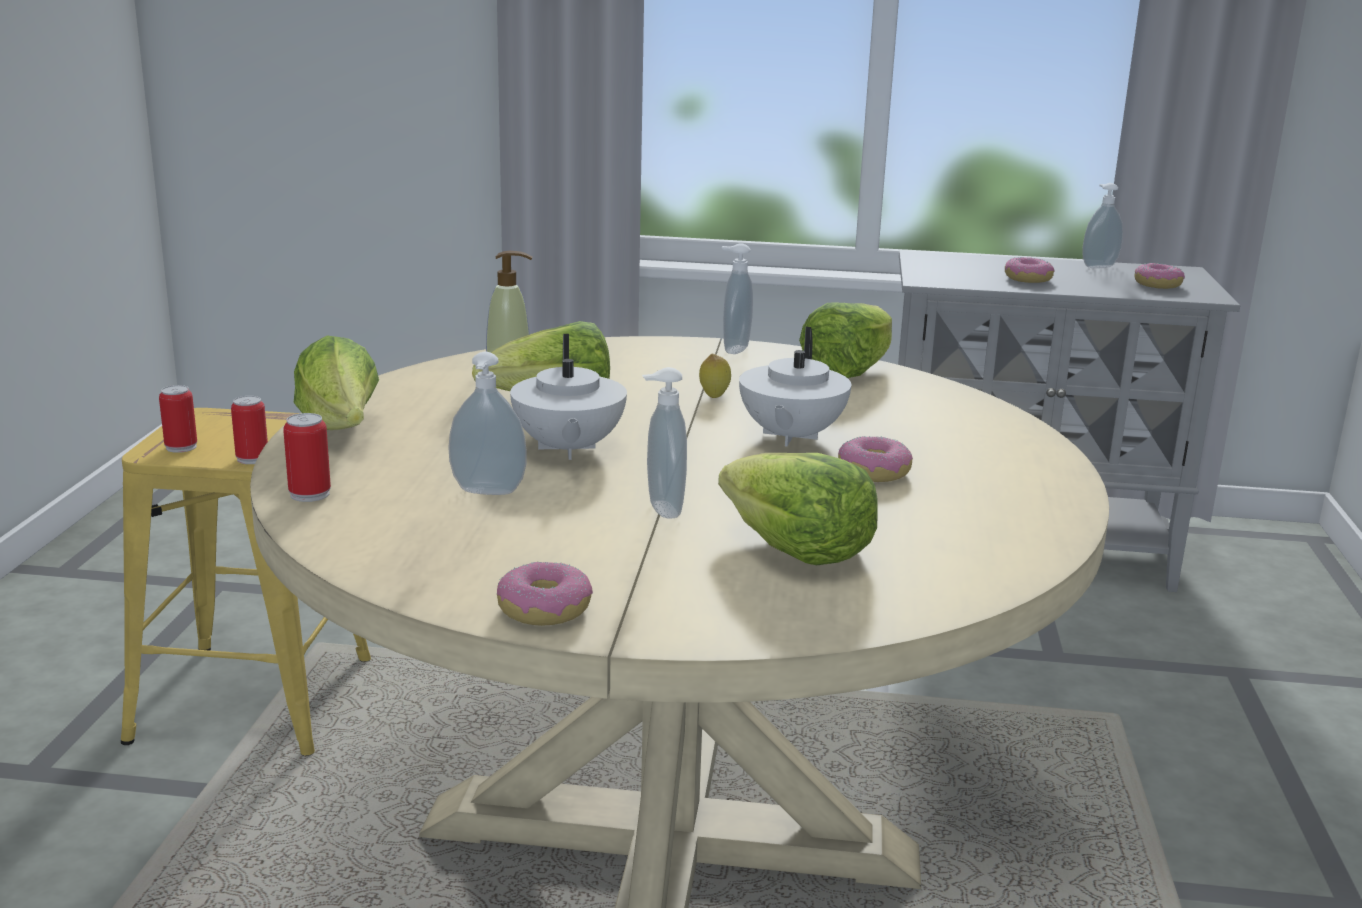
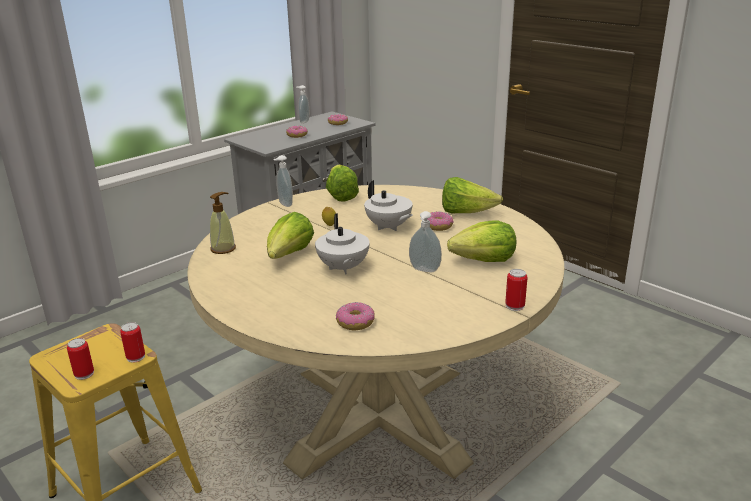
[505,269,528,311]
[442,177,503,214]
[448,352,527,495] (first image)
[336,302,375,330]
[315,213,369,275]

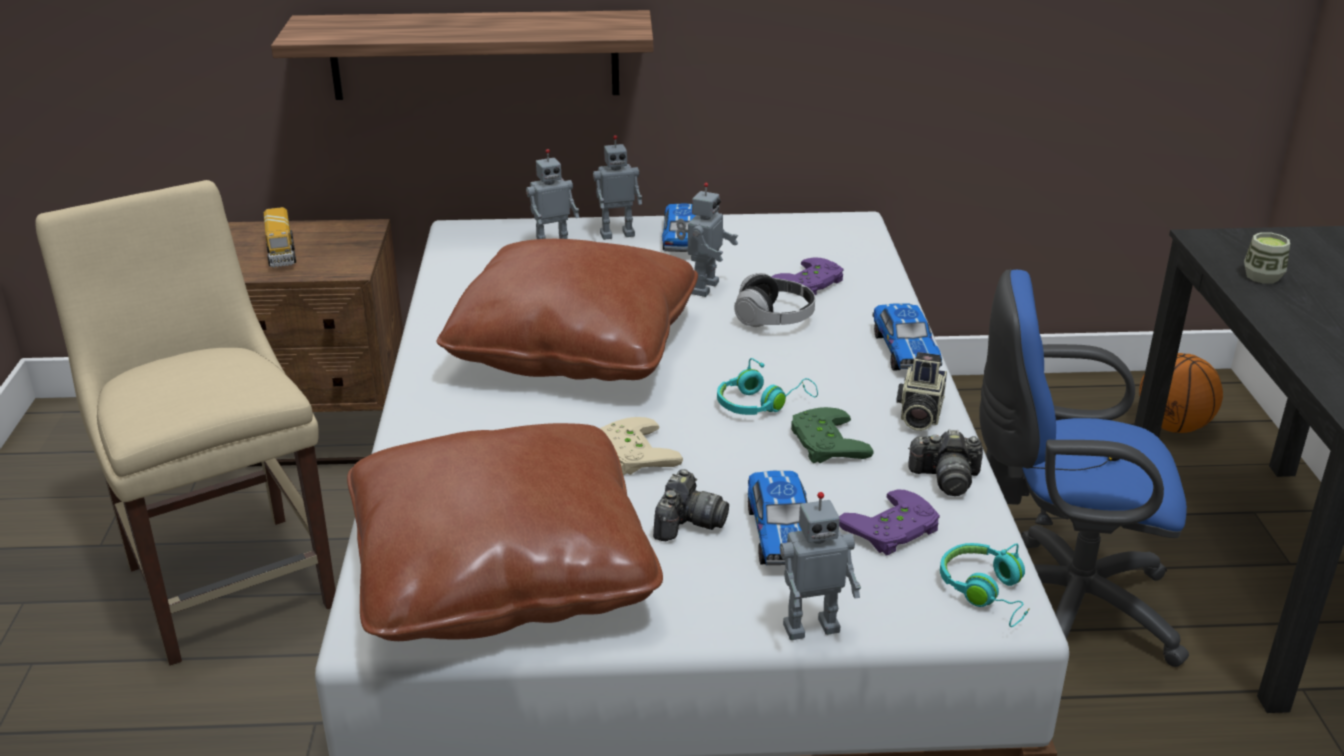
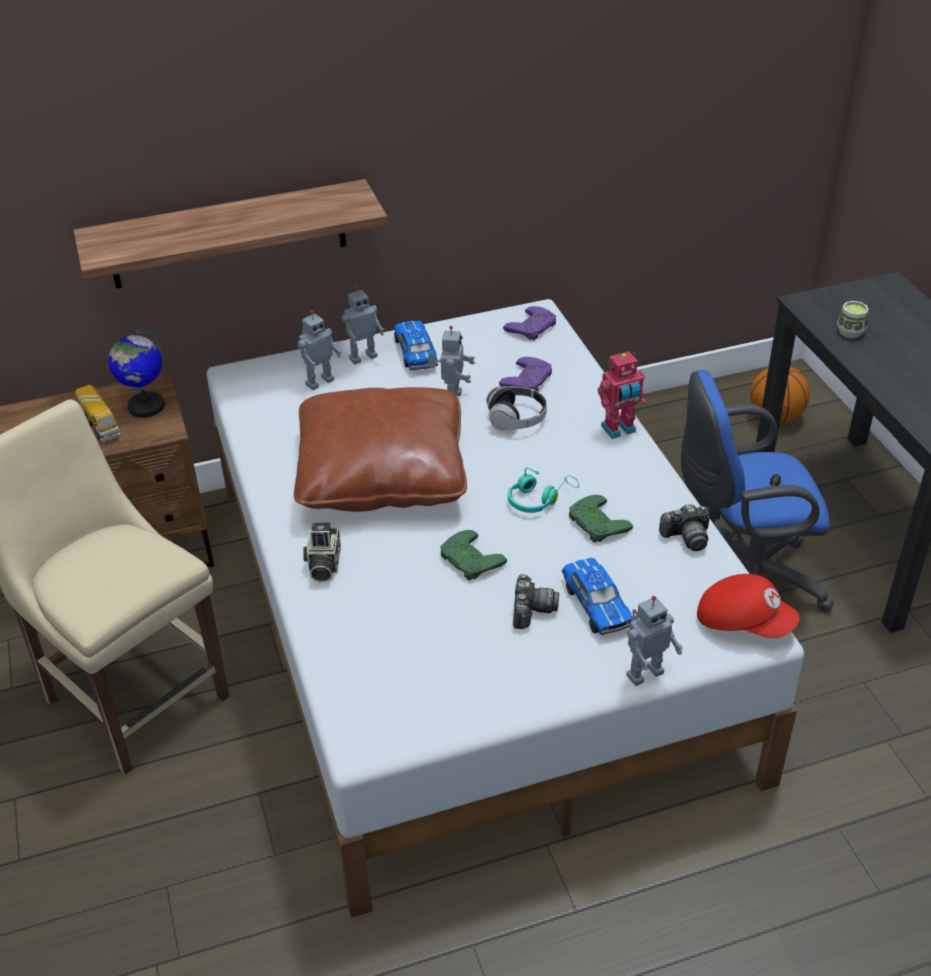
[347,423,663,641] (first image)
[440,530,507,581]
[503,306,556,341]
[598,352,646,439]
[304,522,341,583]
[697,574,800,638]
[108,328,165,418]

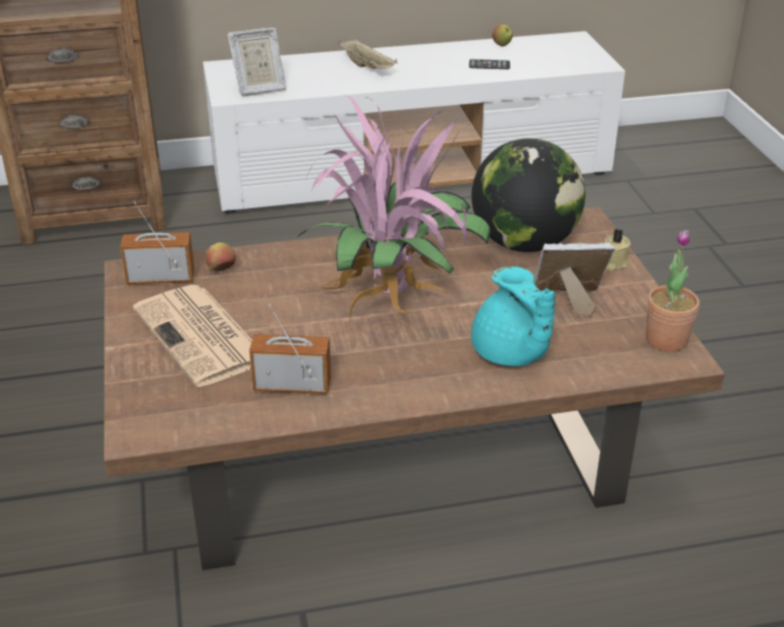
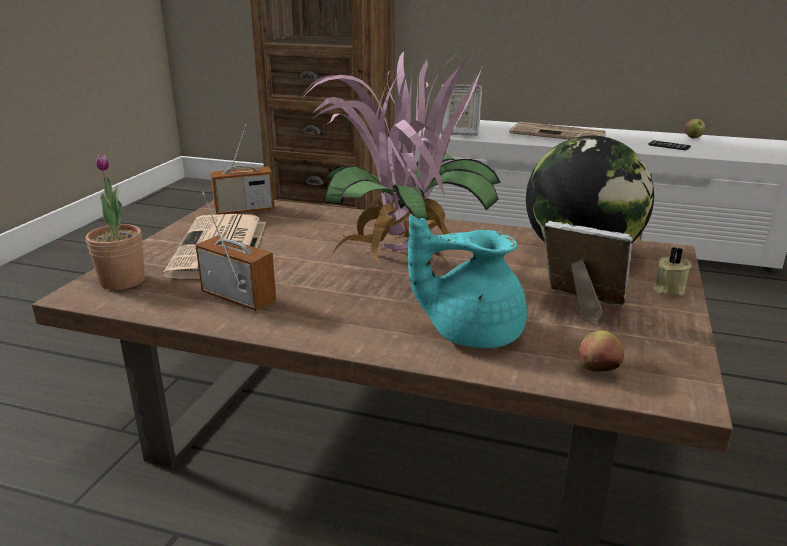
[210,123,275,215]
[578,330,624,372]
[509,122,606,140]
[408,215,527,348]
[86,154,145,290]

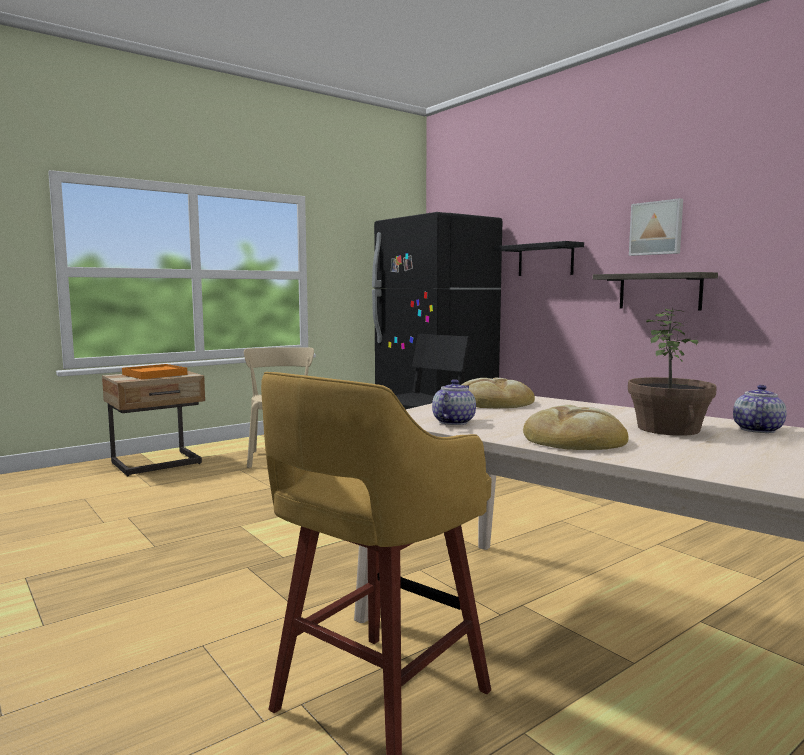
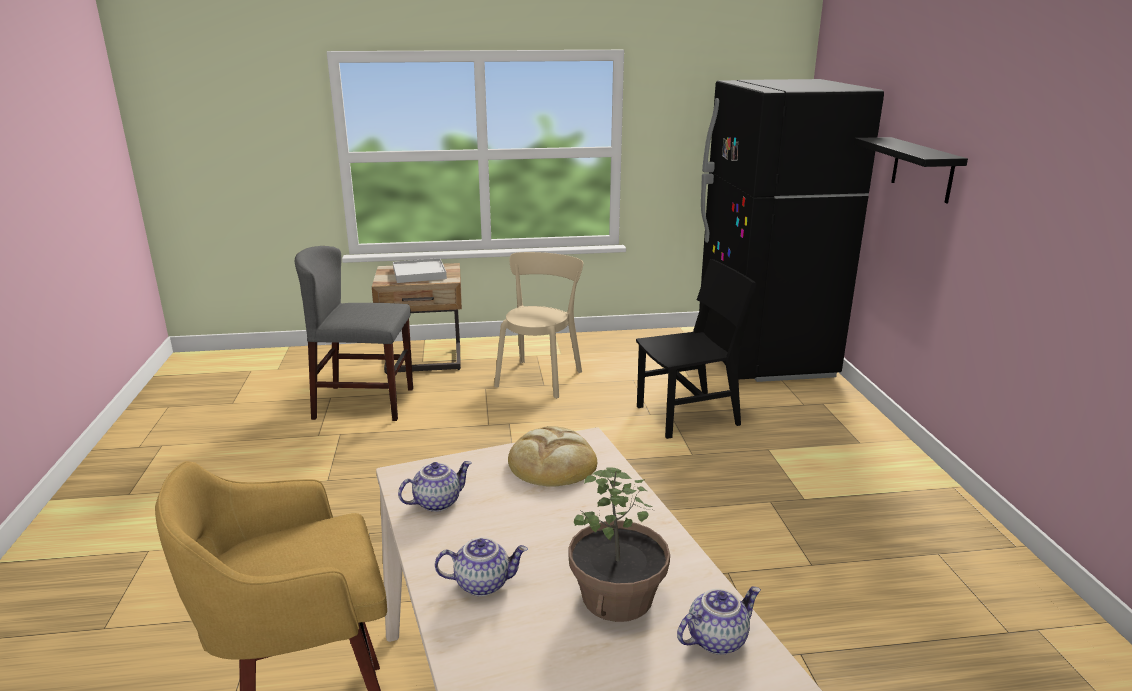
[393,258,447,283]
[435,538,528,596]
[592,272,718,311] (first image)
[629,198,683,256] (first image)
[295,246,413,421]

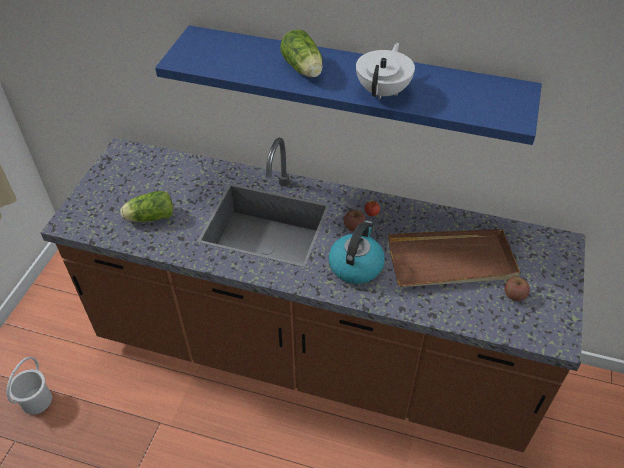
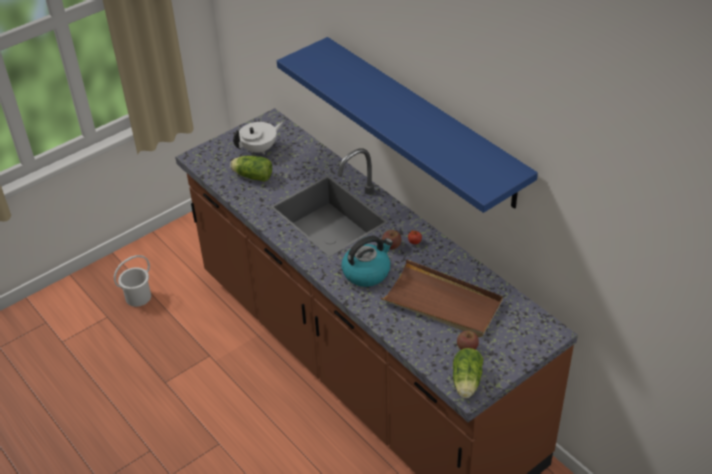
[453,348,484,398]
[233,122,283,154]

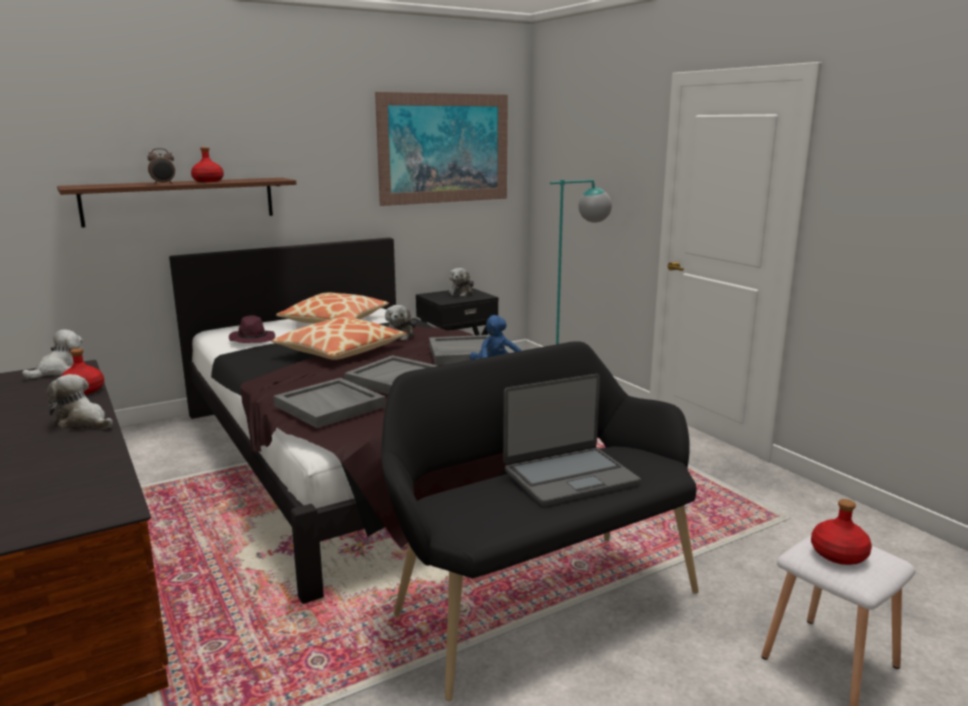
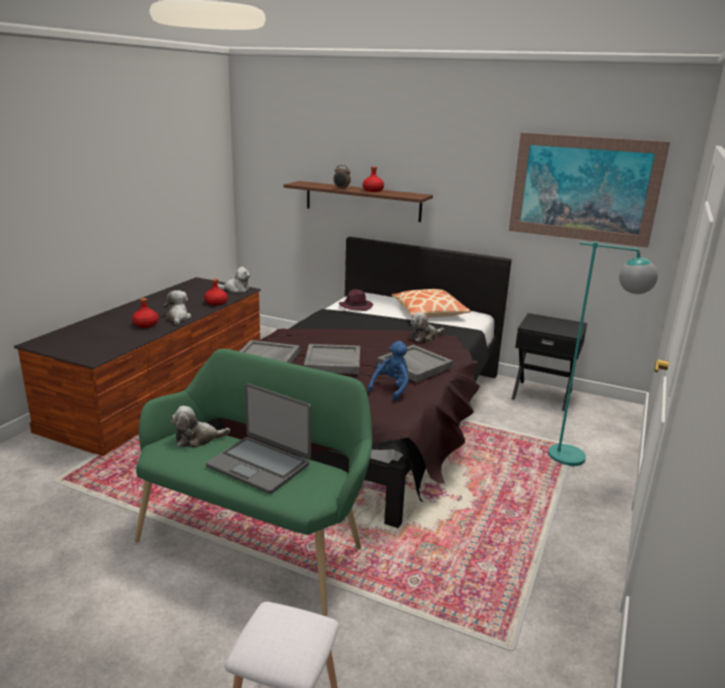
[272,317,406,360] (first image)
[135,349,372,616]
[170,406,230,448]
[132,298,159,328]

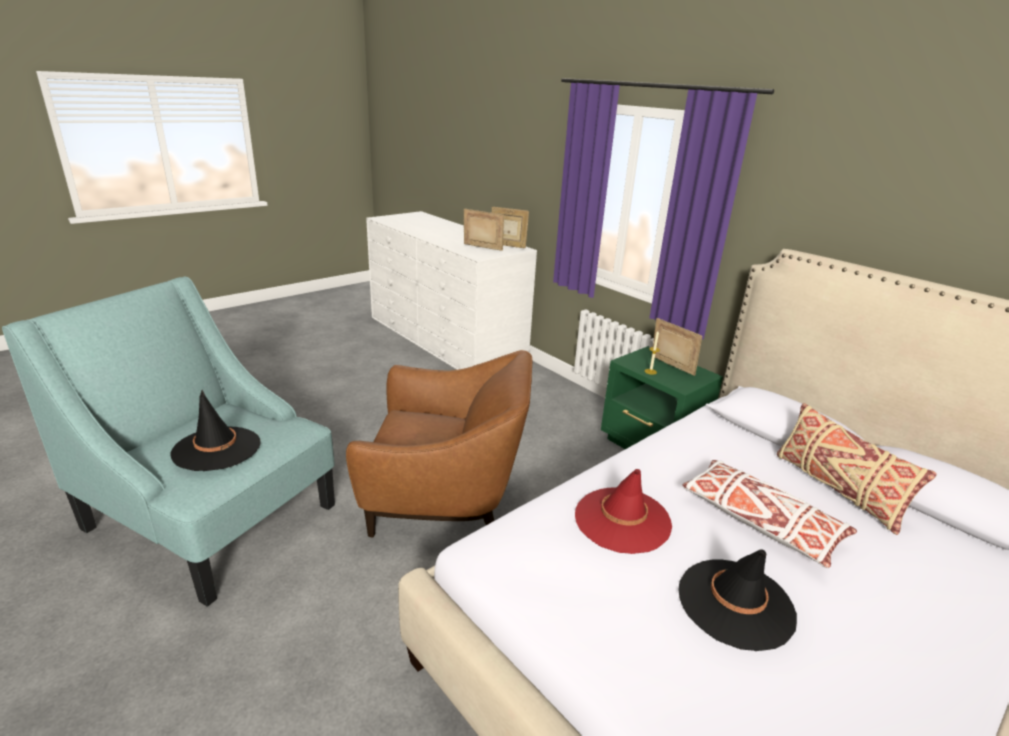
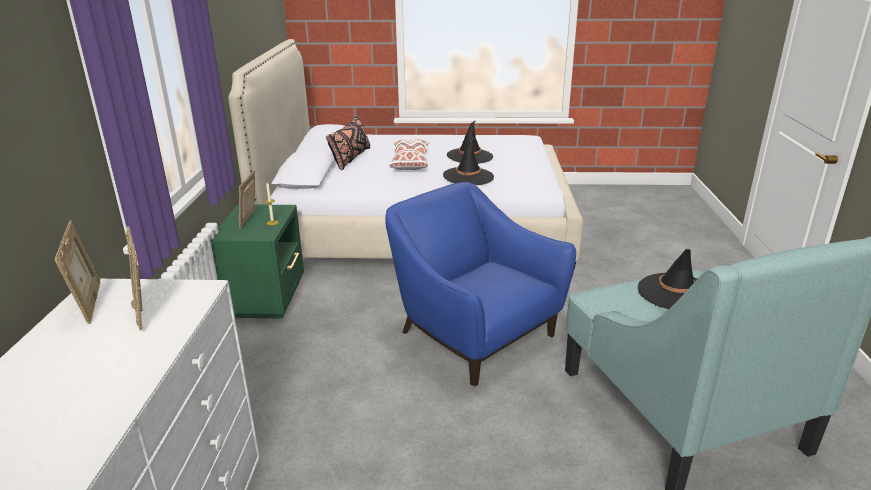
[385,182,576,386]
[443,137,494,185]
[326,116,370,170]

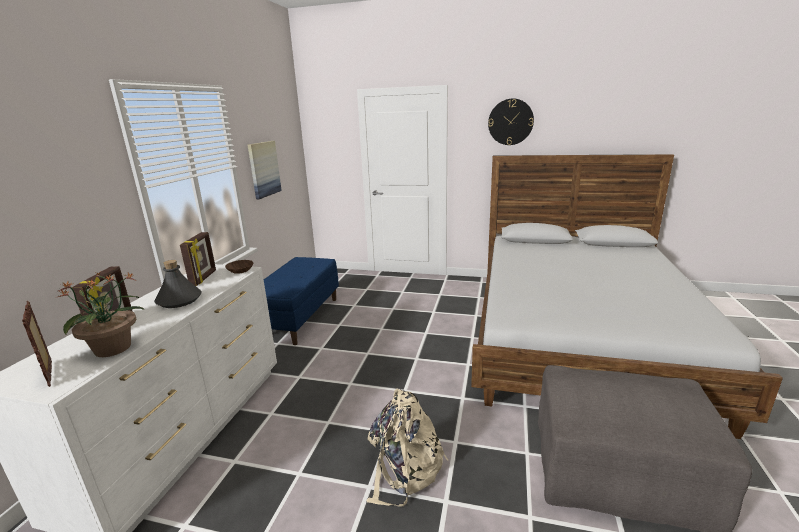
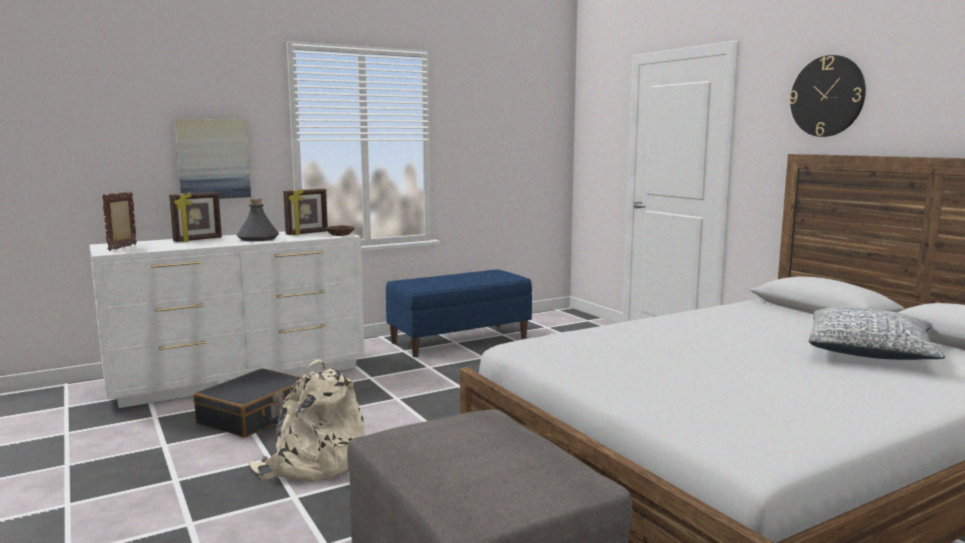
[58,272,145,357] (first image)
[175,119,251,199]
[194,368,300,438]
[809,307,945,360]

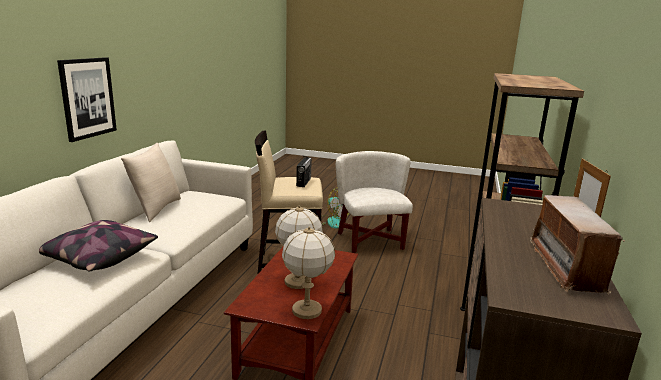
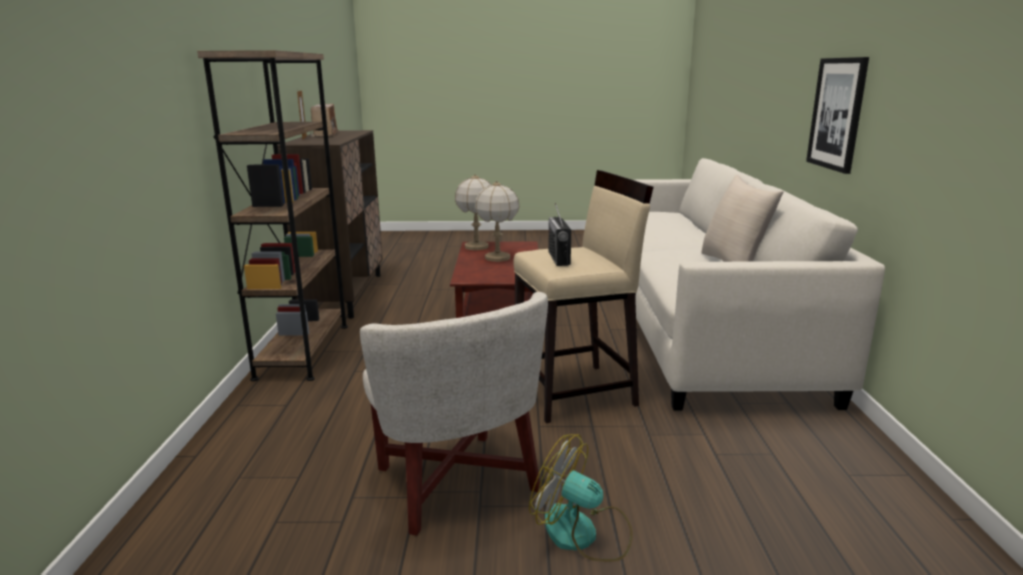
[39,220,158,272] (first image)

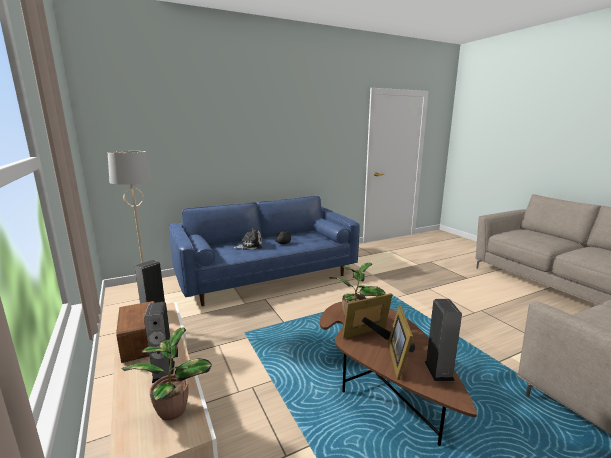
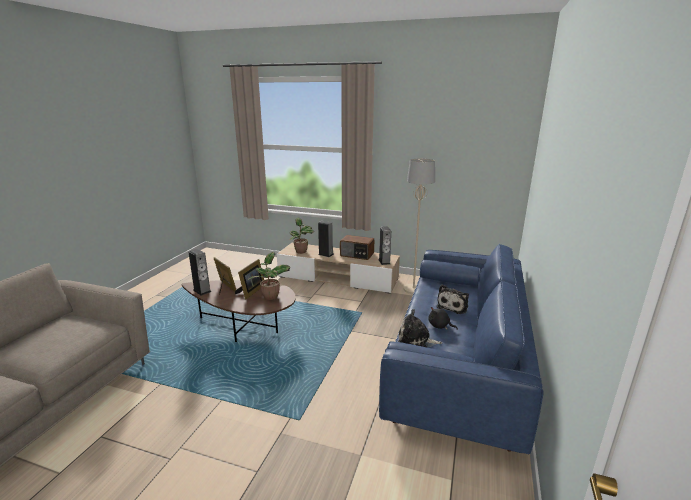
[398,309,442,348]

